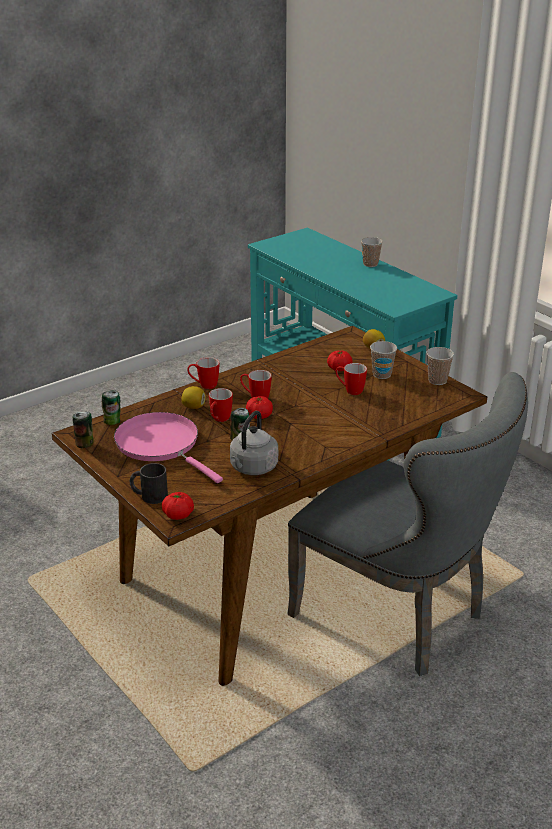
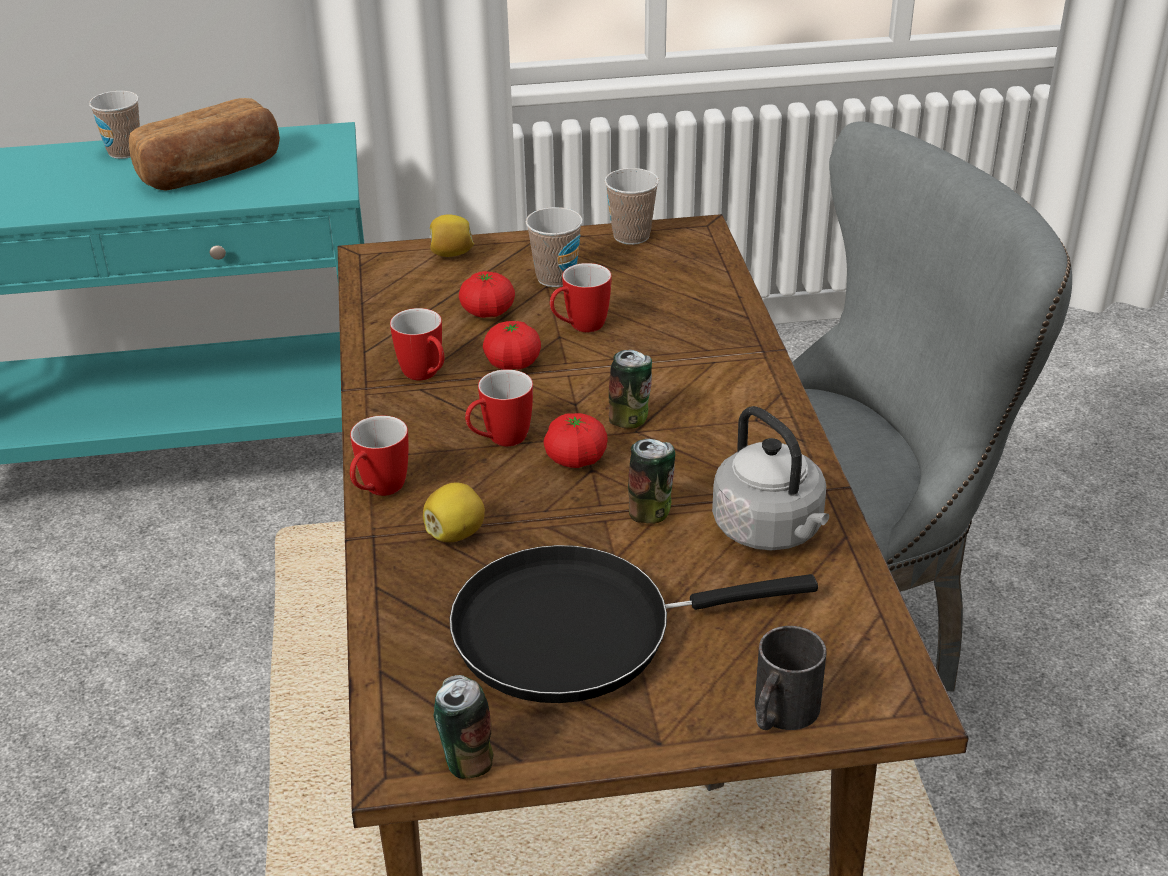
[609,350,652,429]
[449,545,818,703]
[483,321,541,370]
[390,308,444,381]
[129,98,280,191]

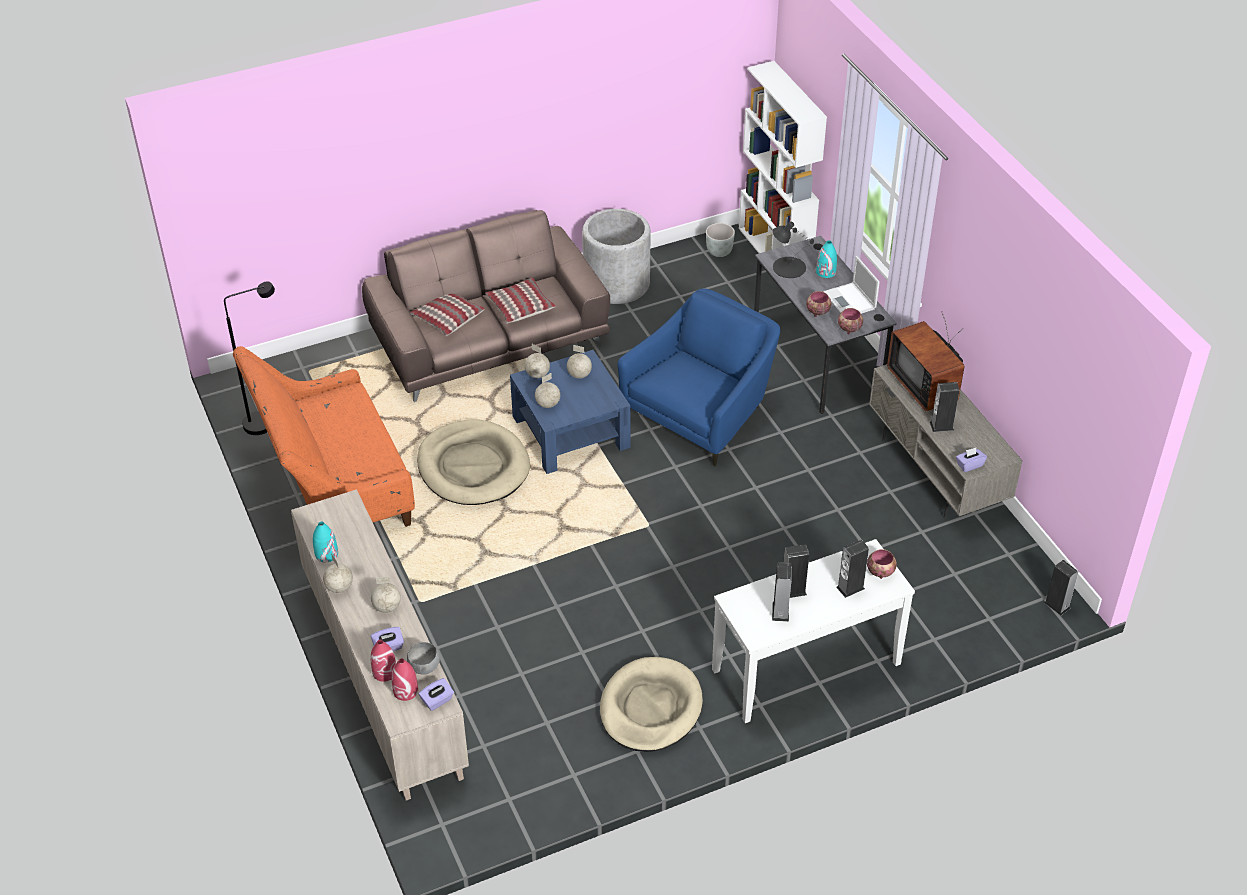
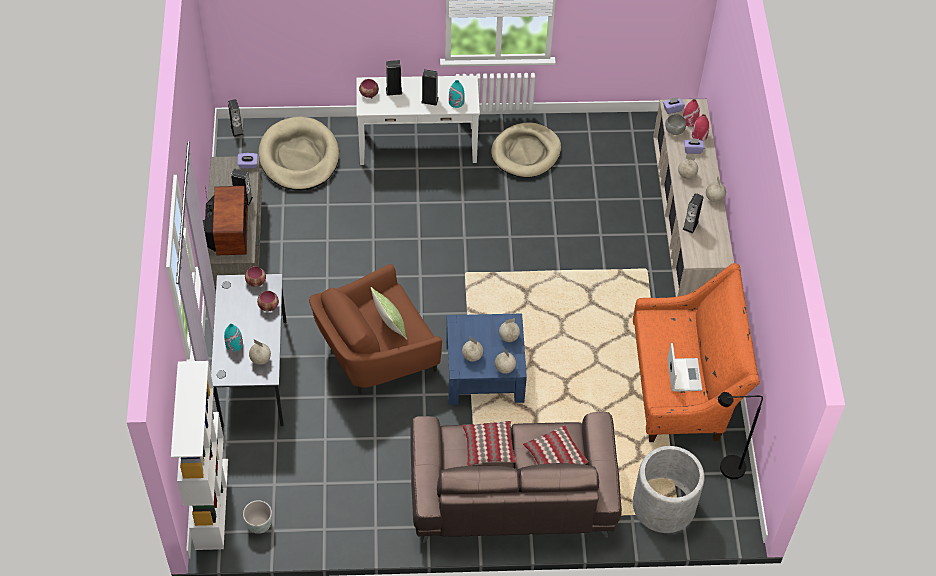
[449,80,465,108]
[258,116,339,191]
[633,446,705,533]
[309,264,442,394]
[682,193,704,234]
[249,339,271,365]
[667,343,702,392]
[371,287,407,340]

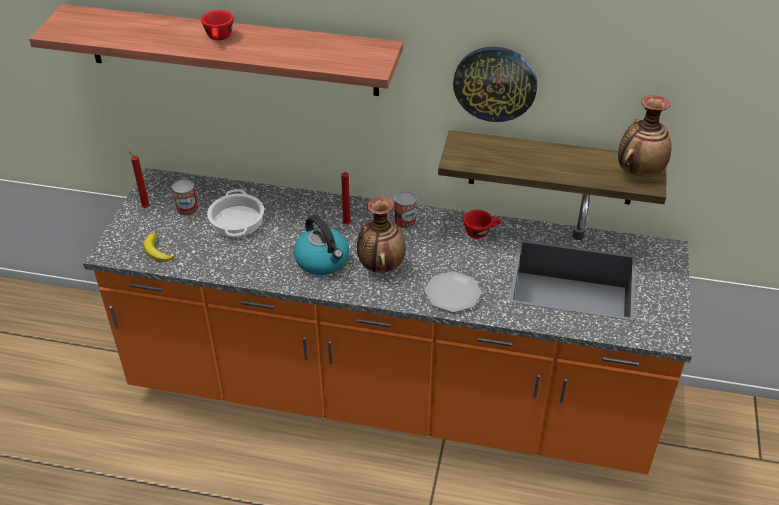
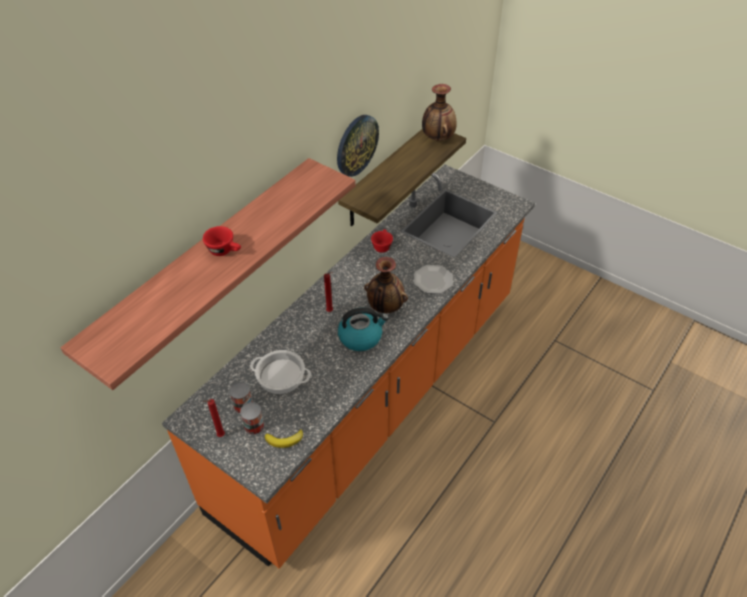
[240,402,264,435]

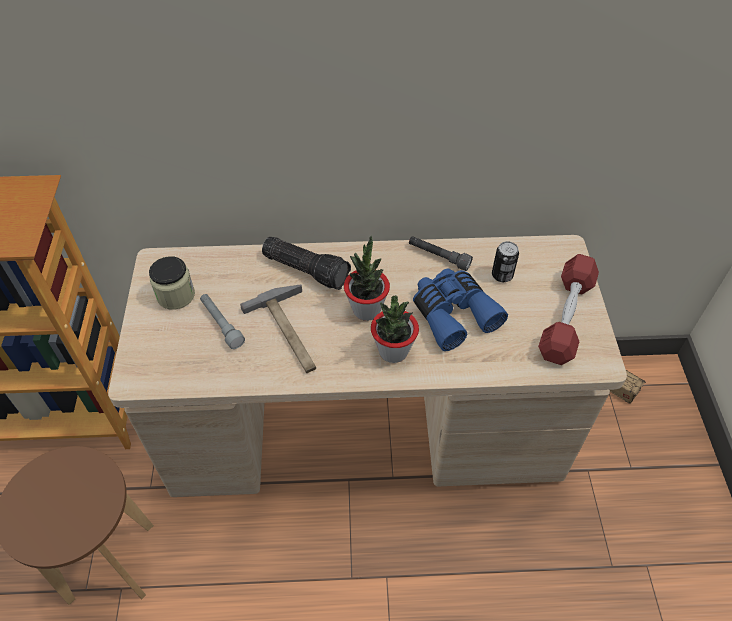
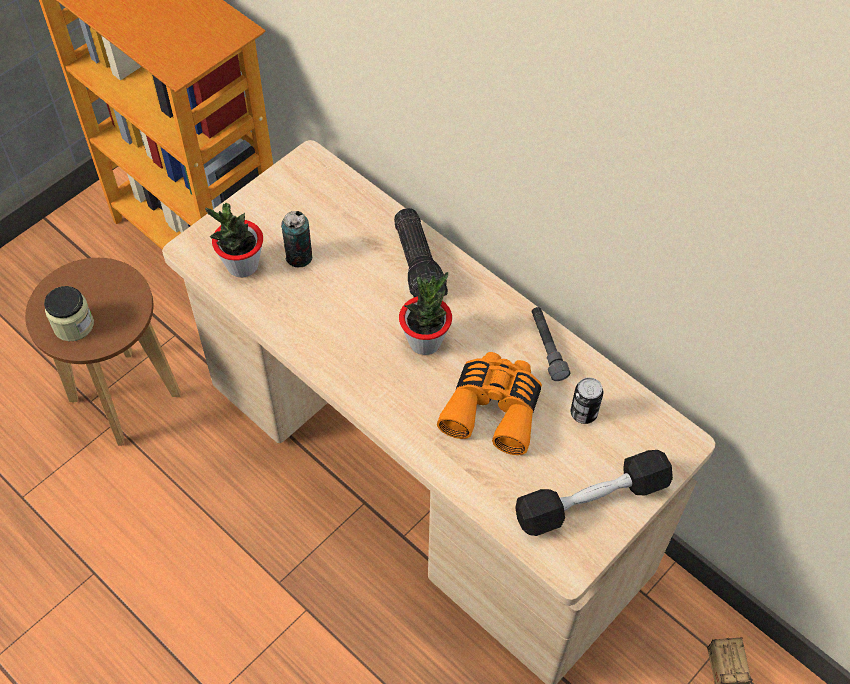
[44,286,94,341]
[281,211,312,267]
[240,285,316,373] (first image)
[205,203,263,278]
[437,352,542,455]
[515,450,673,536]

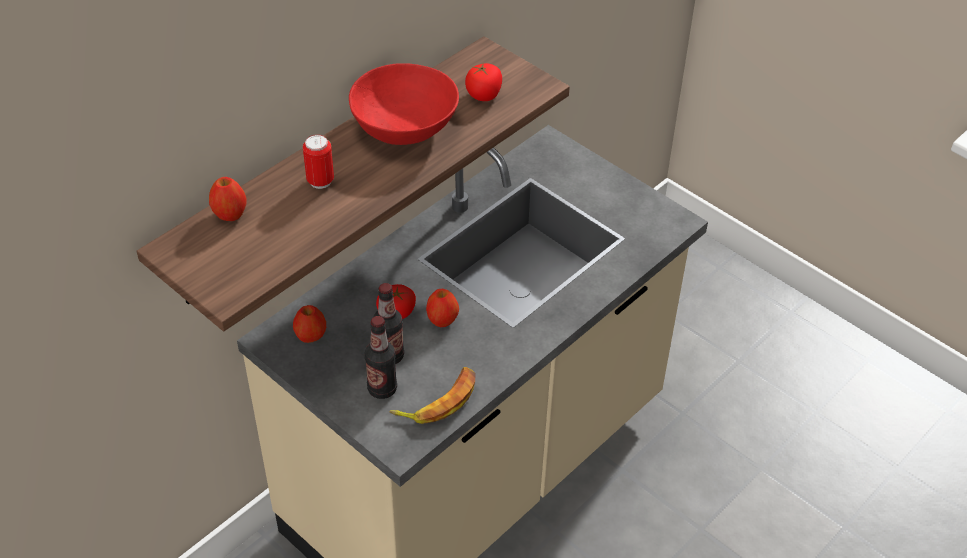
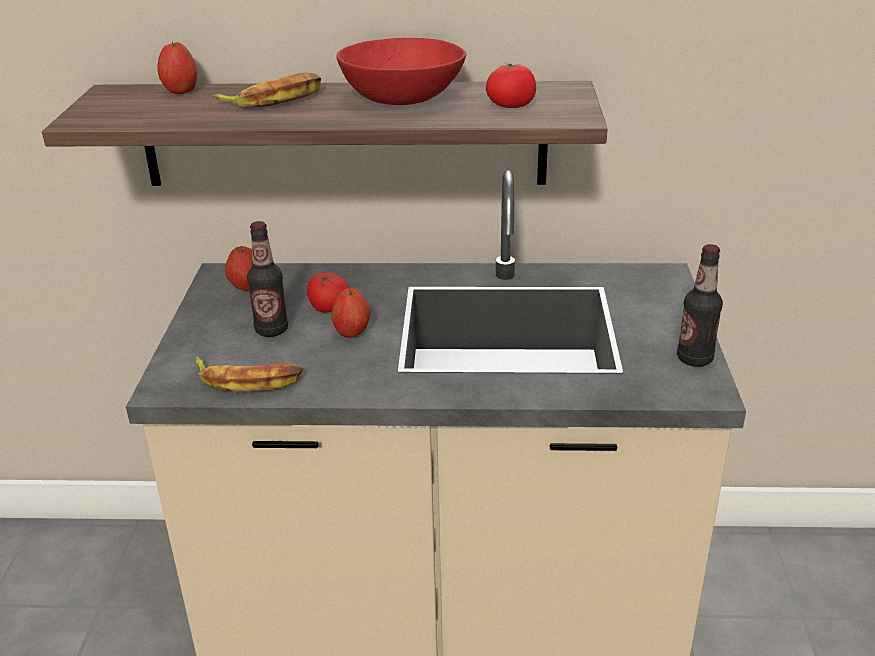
[213,73,321,107]
[677,244,723,367]

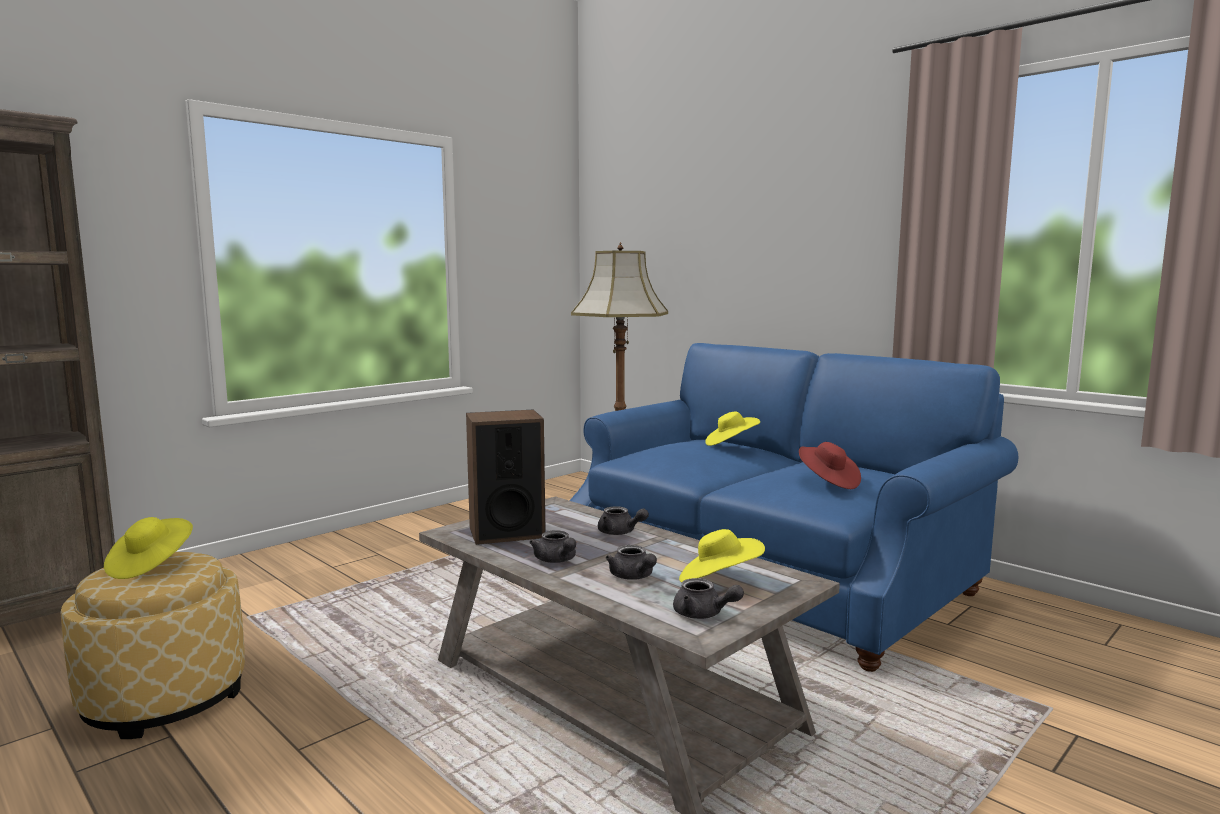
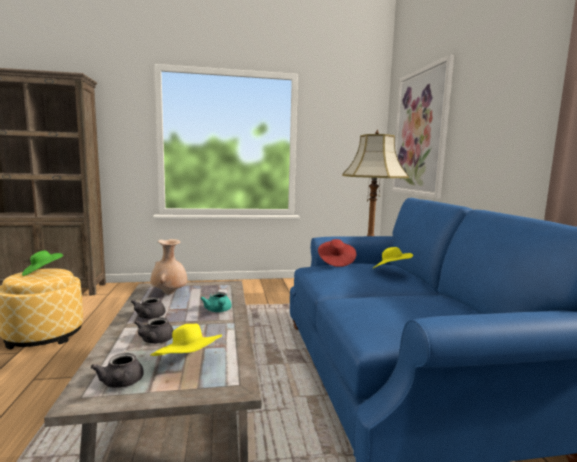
[22,250,63,276]
[150,239,187,295]
[200,292,231,312]
[318,239,356,267]
[392,55,454,199]

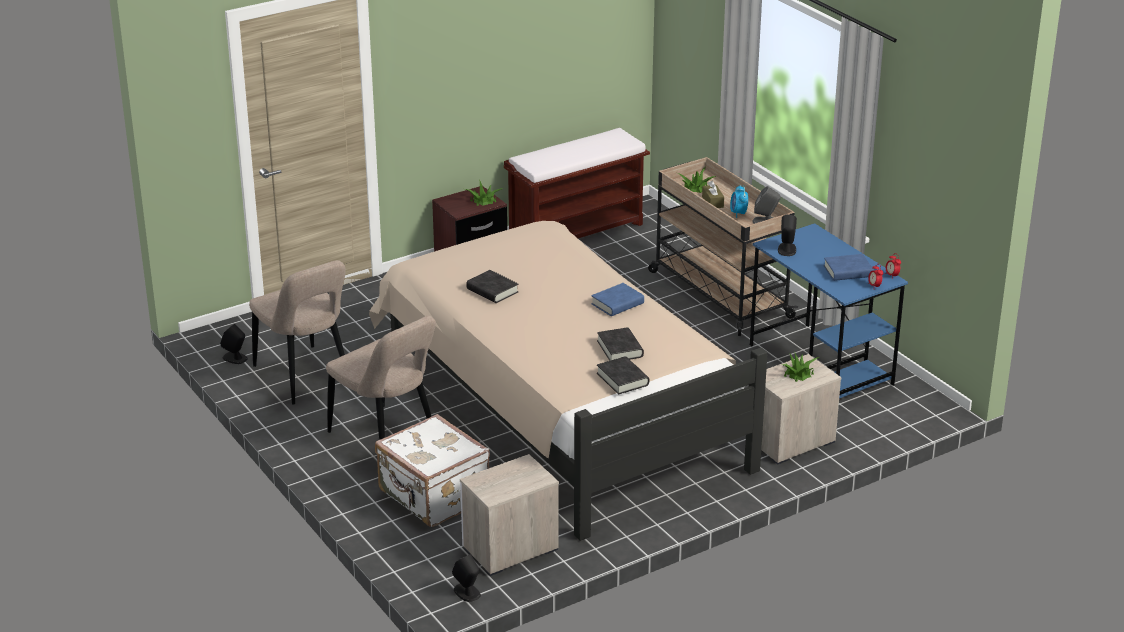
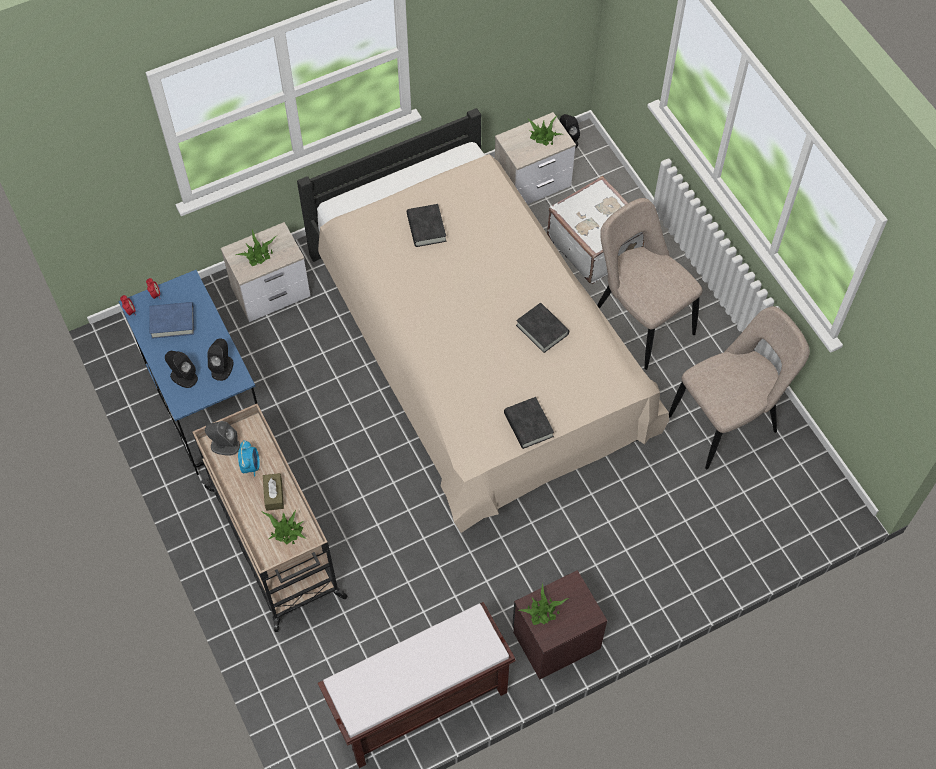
[165,351,198,388]
[669,306,810,469]
[591,283,644,316] (first image)
[504,397,554,449]
[527,115,563,146]

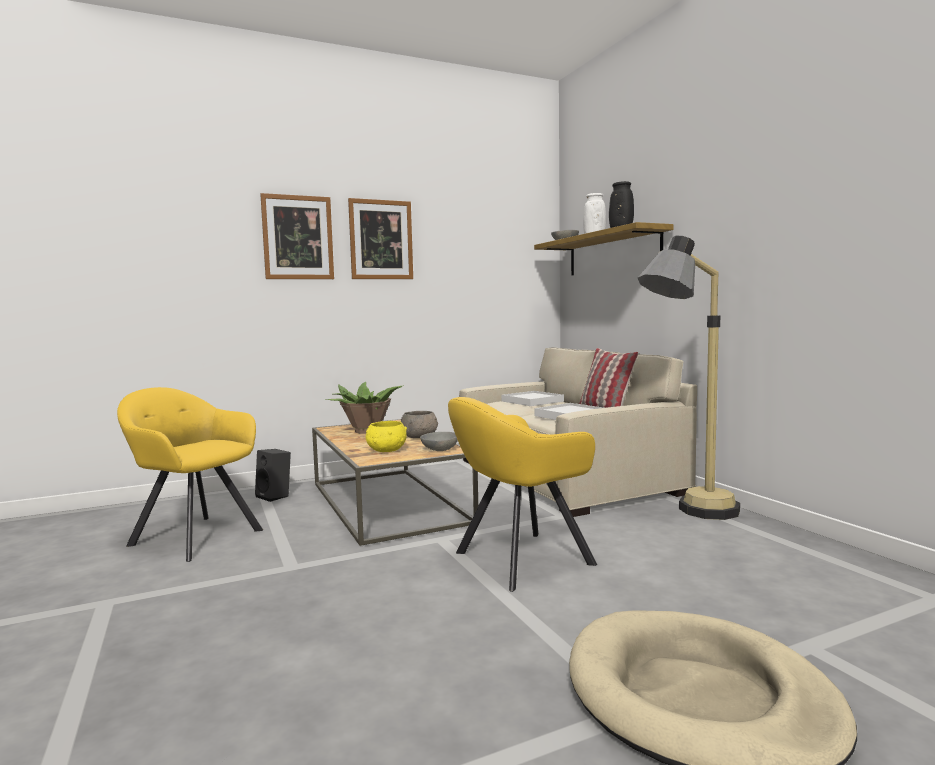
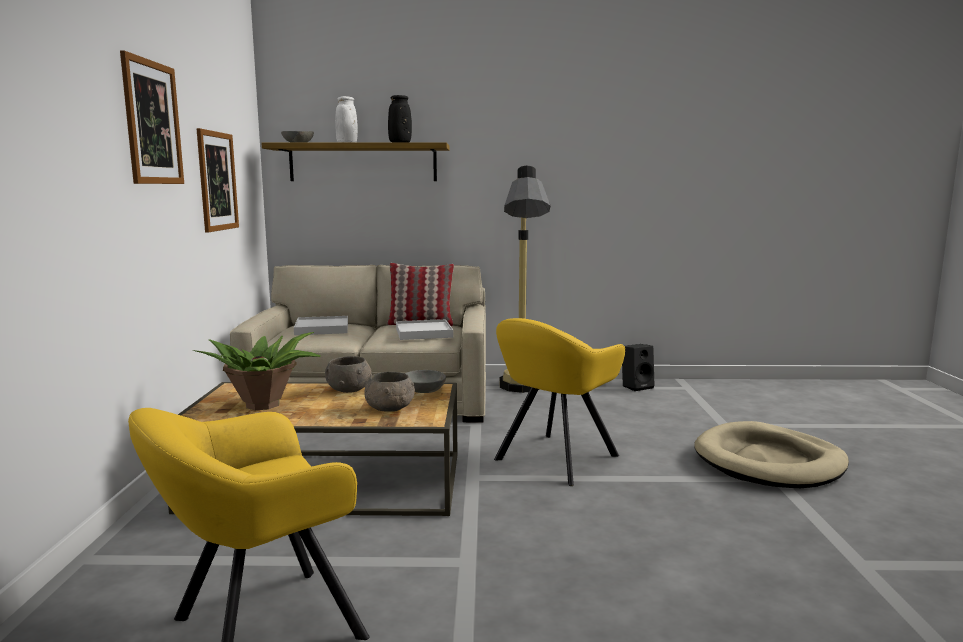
[622,344,655,391]
[197,128,239,233]
[364,371,415,412]
[494,318,625,486]

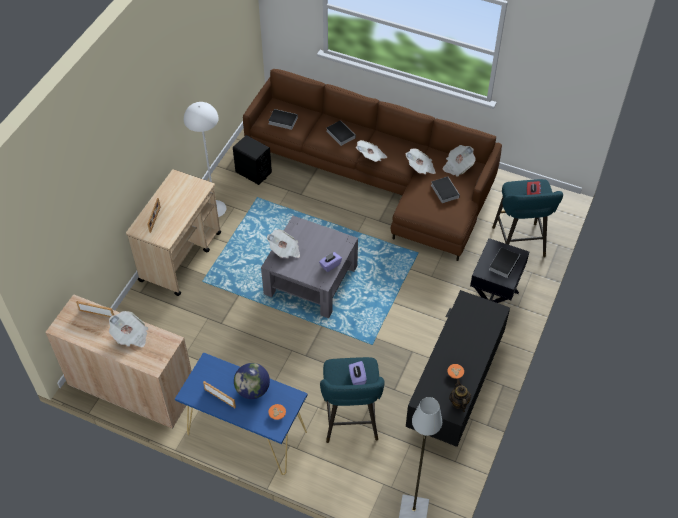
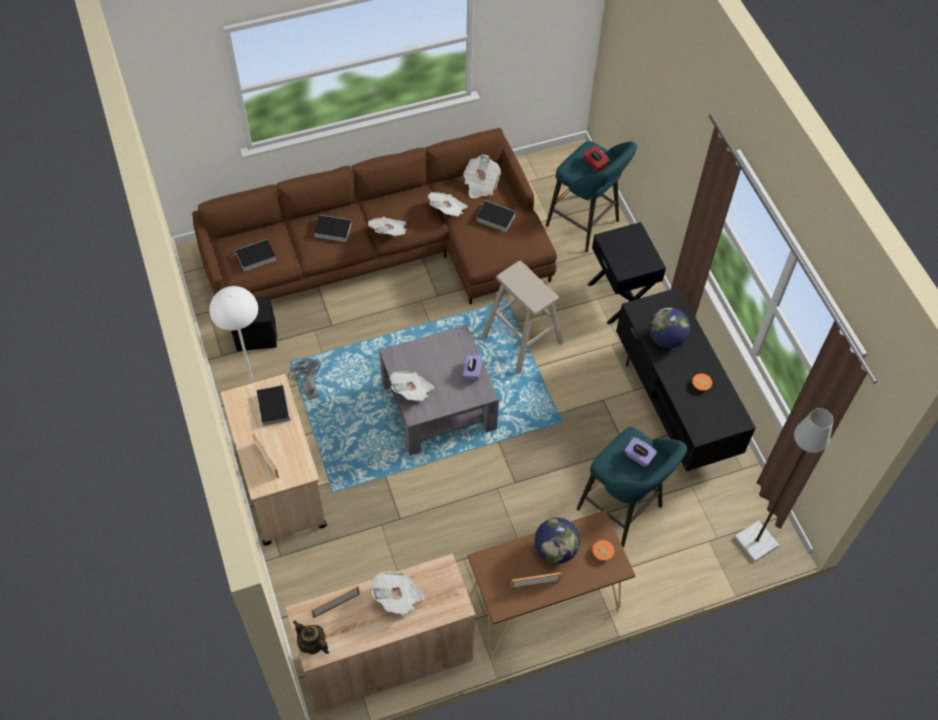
[467,510,636,654]
[293,620,329,654]
[257,383,290,426]
[288,359,321,400]
[481,261,563,374]
[649,308,690,348]

